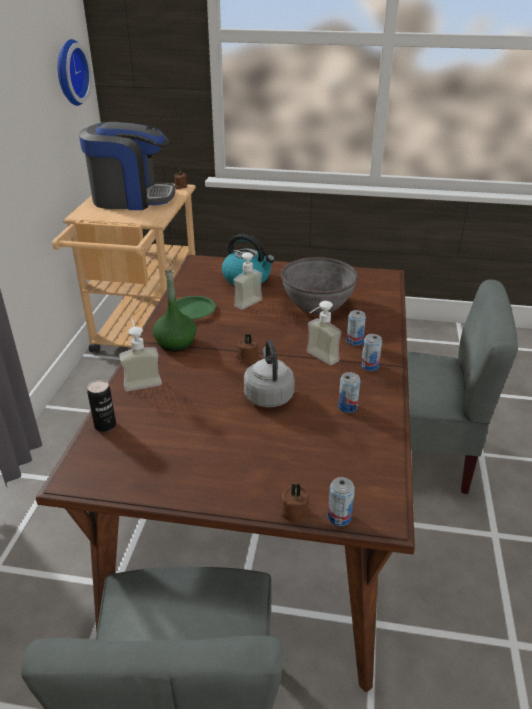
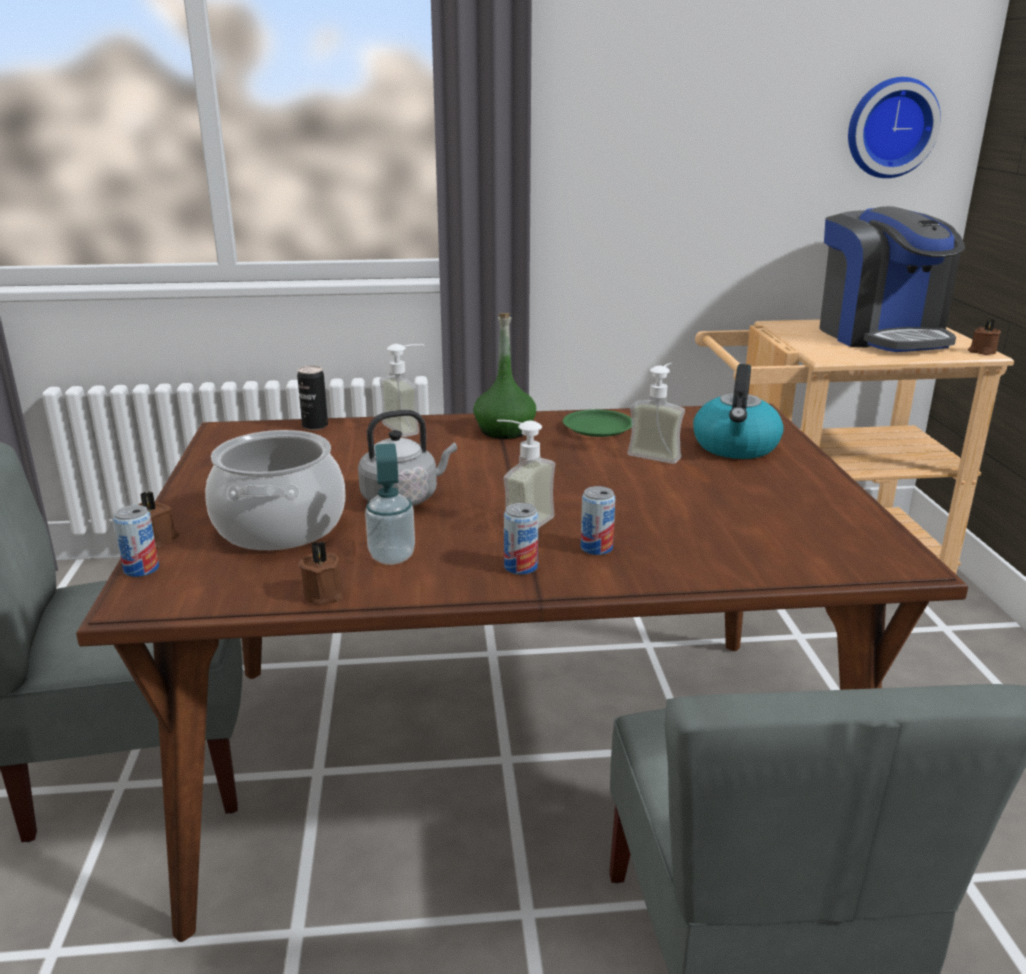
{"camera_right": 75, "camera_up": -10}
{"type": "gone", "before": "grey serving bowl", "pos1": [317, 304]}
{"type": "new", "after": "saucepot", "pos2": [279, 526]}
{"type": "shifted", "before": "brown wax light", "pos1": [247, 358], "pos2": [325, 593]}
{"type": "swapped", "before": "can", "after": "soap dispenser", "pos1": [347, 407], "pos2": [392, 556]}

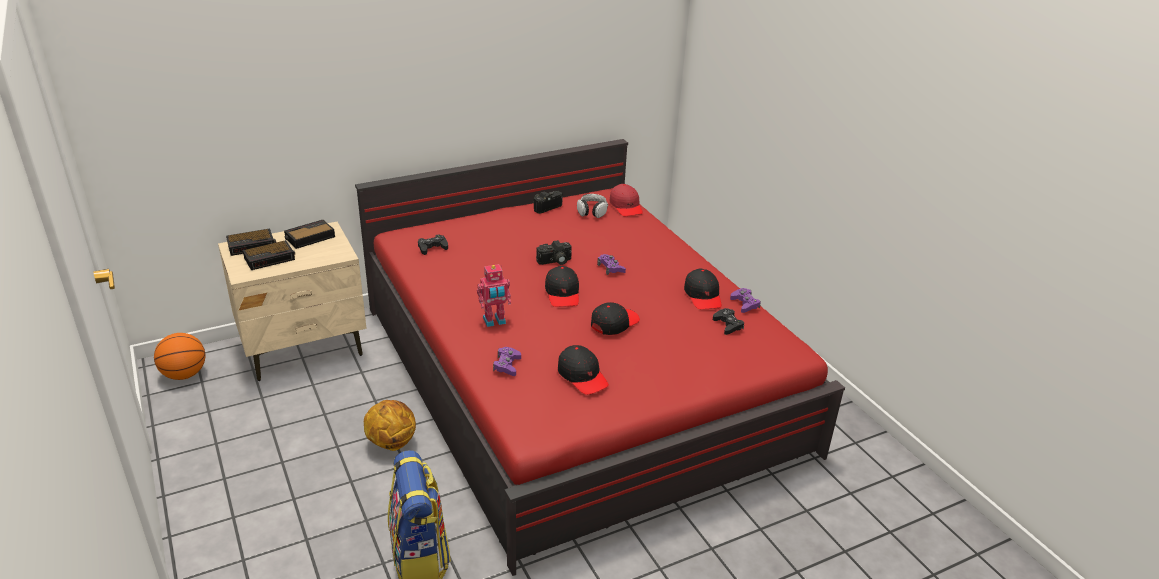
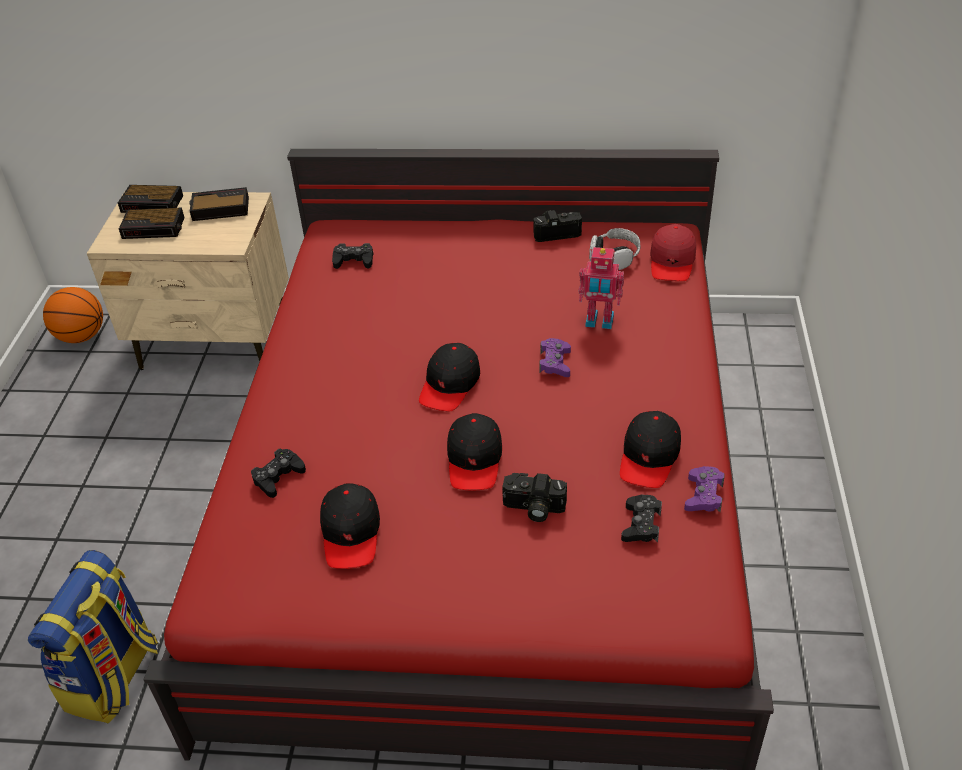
{"camera_right": 35, "camera_up": 10}
{"type": "gone", "before": "basketball ball", "pos1": [391, 443]}
{"type": "shifted", "before": "toy robot", "pos1": [494, 321], "pos2": [599, 322]}
{"type": "shifted", "before": "still camera", "pos1": [555, 261], "pos2": [533, 508]}
{"type": "repainted", "before": "purple-coloured game controller", "after": "black game controller", "pos1": [507, 365], "pos2": [278, 477]}
{"type": "rotated", "before": "black baseball cap", "pos1": [614, 323], "pos2": [474, 460], "turn": 105}

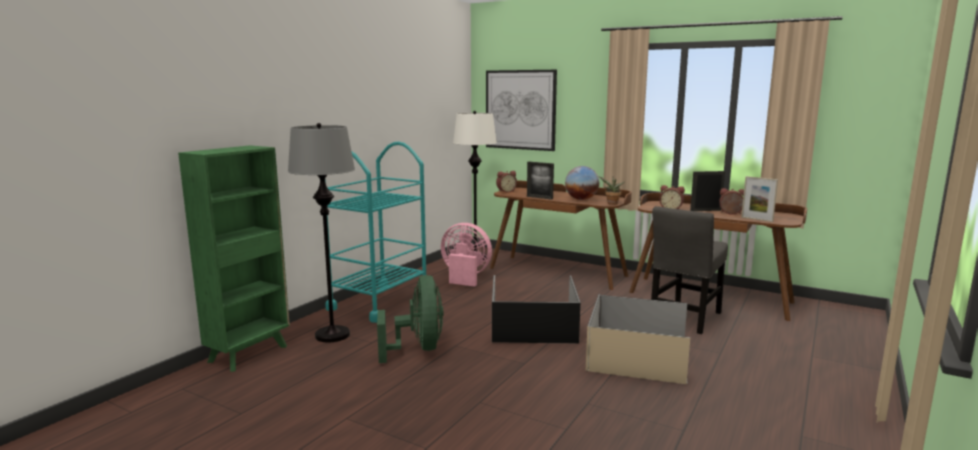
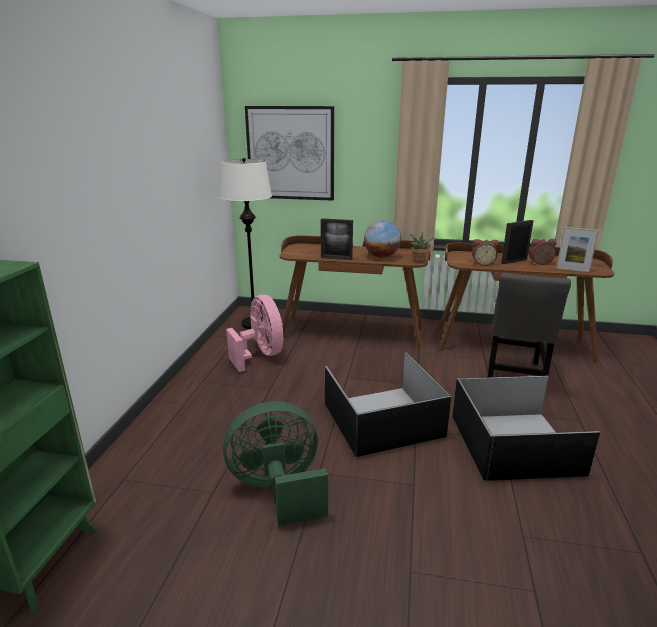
{"camera_right": -20, "camera_up": 10}
{"type": "gone", "before": "grey standard lamp", "pos1": [332, 335]}
{"type": "gone", "before": "turquoise-coloured wheeled cart", "pos1": [379, 302]}
{"type": "gone", "before": "bedside clock", "pos1": [506, 191]}
{"type": "repainted", "before": "beige-coloured storage container", "after": "black storage container", "pos1": [637, 357], "pos2": [515, 445]}
{"type": "rotated", "before": "greenish electric fan", "pos1": [418, 349], "pos2": [278, 490], "turn": -75}
{"type": "rotated", "before": "pink electric fan", "pos1": [465, 277], "pos2": [261, 355], "turn": 60}

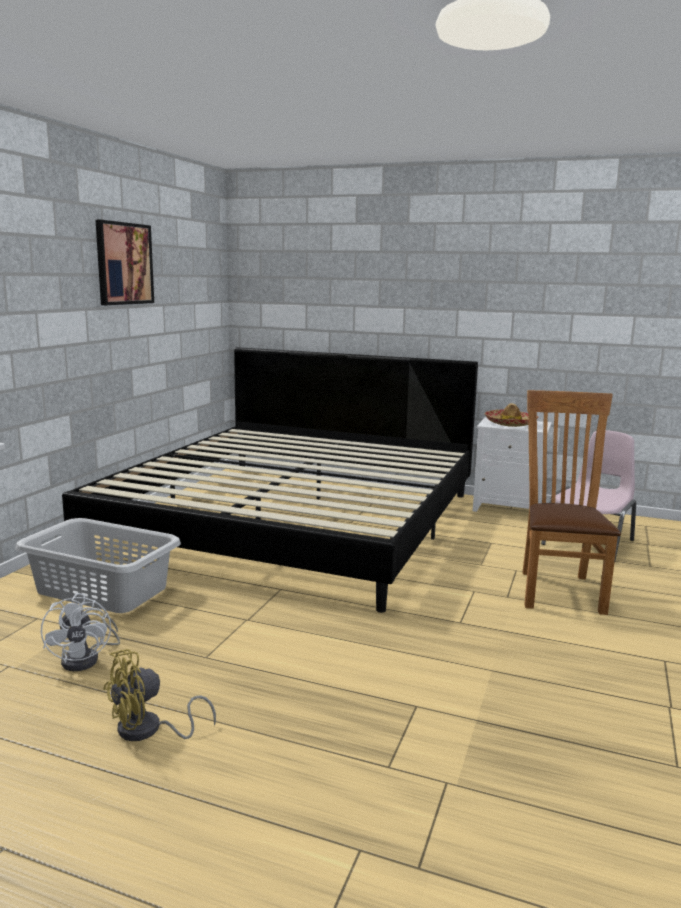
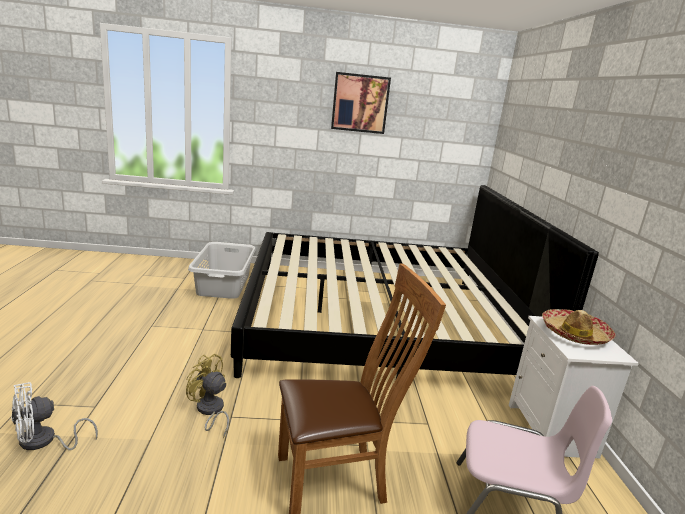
{"camera_right": 65, "camera_up": 5}
{"type": "shifted", "before": "whitish electric fan", "pos1": [87, 659], "pos2": [44, 442]}
{"type": "shifted", "before": "yellowish electric fan", "pos1": [148, 731], "pos2": [209, 411]}

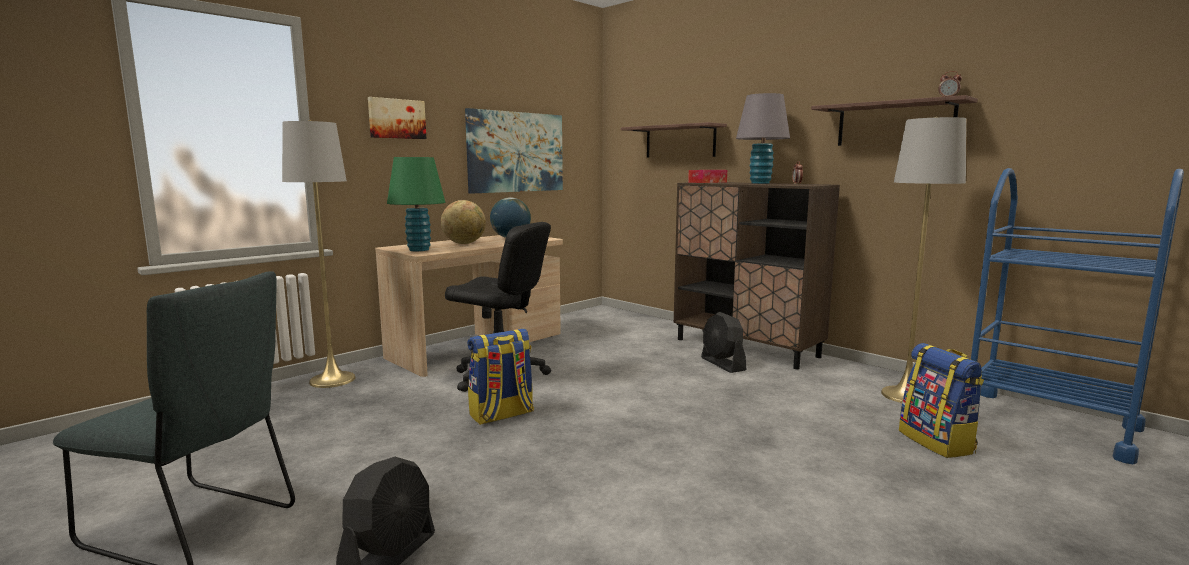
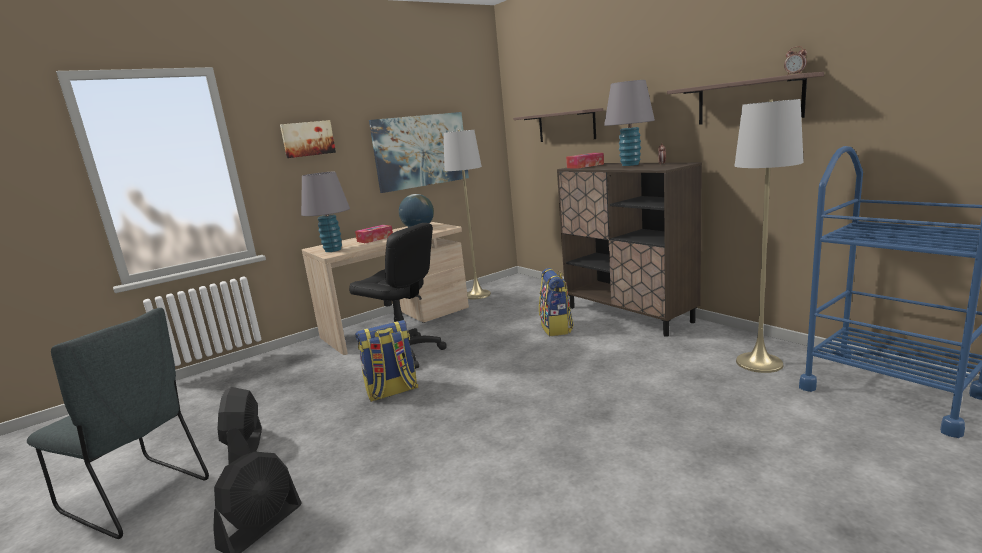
{"camera_right": 10, "camera_up": 5}
{"type": "shifted", "before": "grey standard lamp", "pos1": [332, 380], "pos2": [477, 294]}
{"type": "shifted", "before": "black electric fan", "pos1": [723, 364], "pos2": [246, 447]}
{"type": "shifted", "before": "knapsack", "pos1": [937, 442], "pos2": [556, 328]}
{"type": "swapped", "before": "world globe", "after": "tissue holder", "pos1": [464, 243], "pos2": [375, 239]}
{"type": "repainted", "before": "greenish table lamp", "after": "grey table lamp", "pos1": [419, 250], "pos2": [333, 250]}

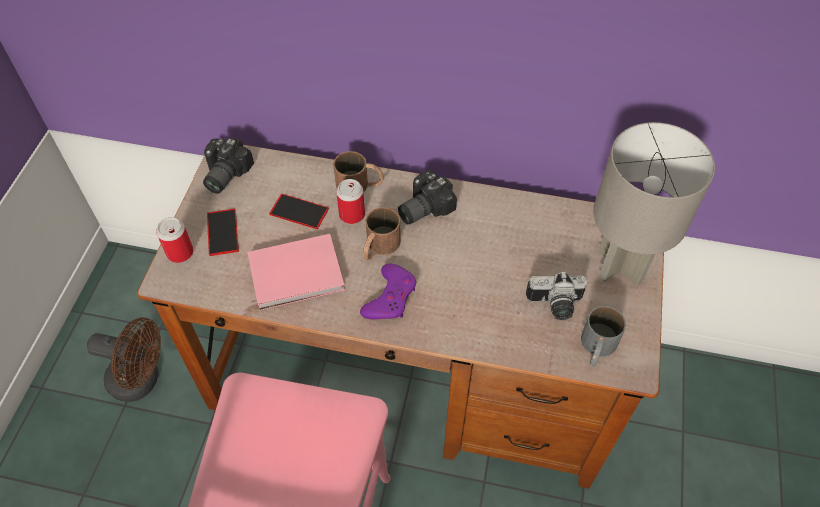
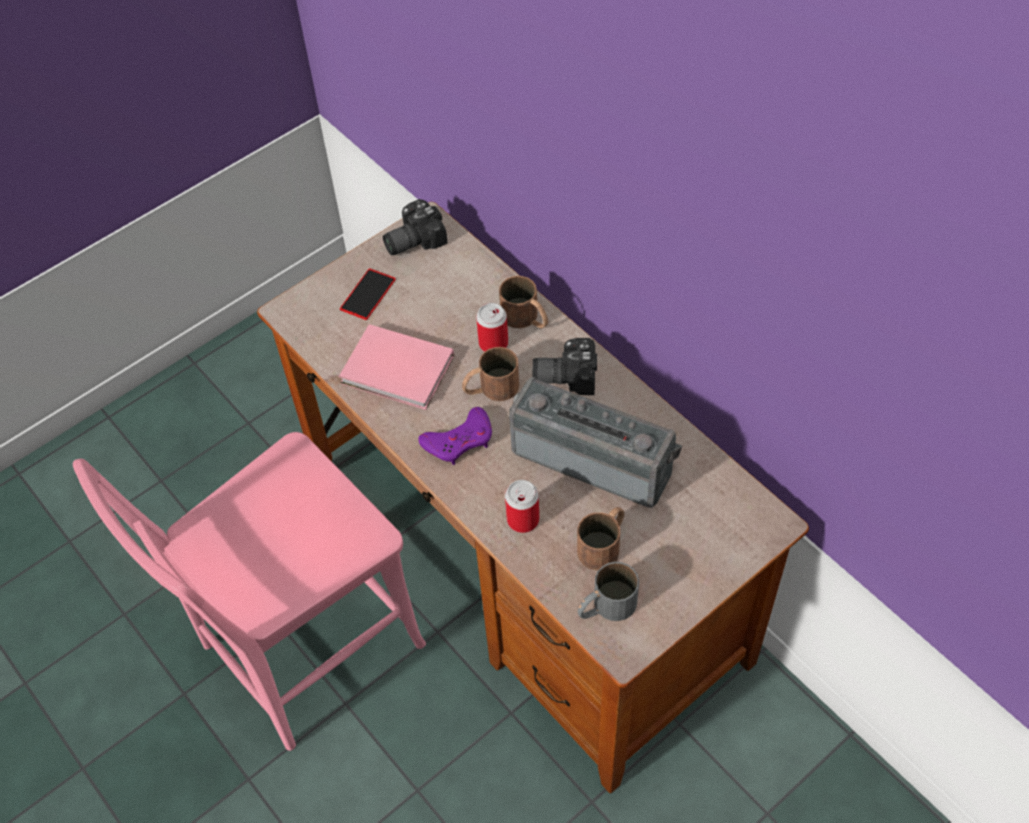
{"camera_right": 40, "camera_up": 0}
{"type": "gone", "before": "brown electric fan", "pos1": [142, 380]}
{"type": "gone", "before": "telephone", "pos1": [299, 211]}
{"type": "gone", "before": "grey table lamp", "pos1": [621, 266]}
{"type": "new", "after": "radio receiver", "pos2": [595, 457]}
{"type": "shifted", "before": "can", "pos1": [180, 253], "pos2": [523, 519]}
{"type": "swapped", "before": "still camera", "after": "brown coffee mug", "pos1": [555, 306], "pos2": [604, 543]}

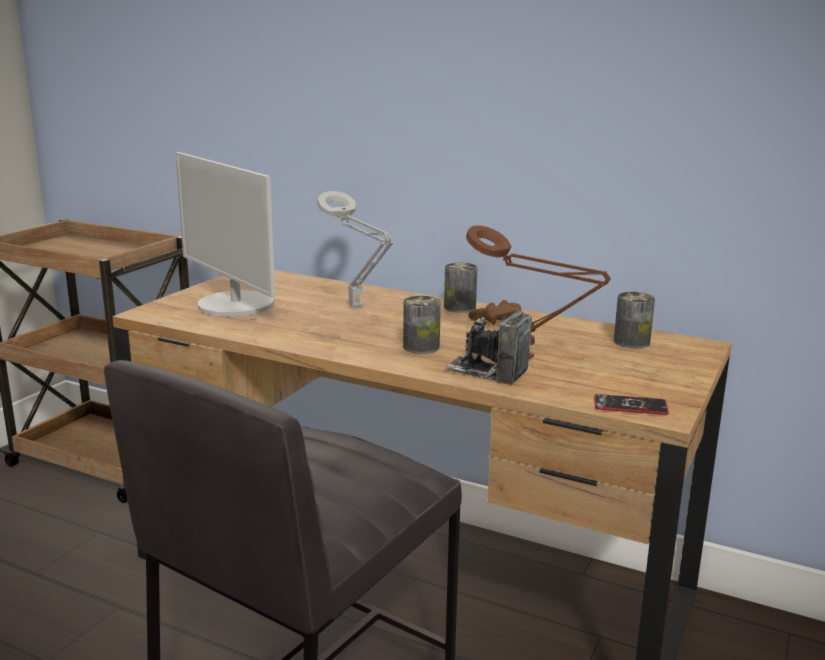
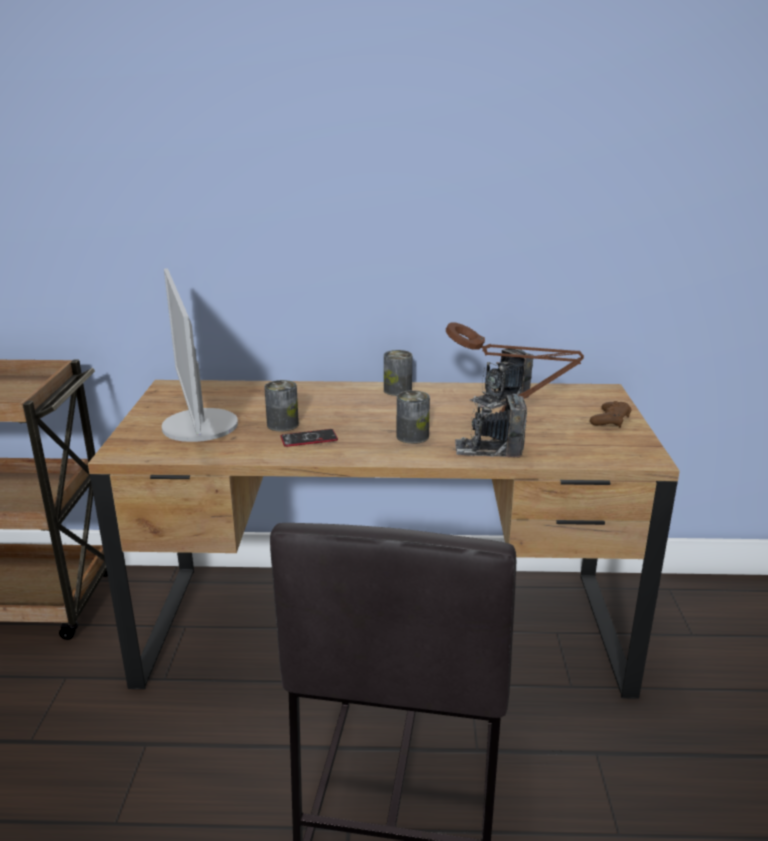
{"camera_right": -25, "camera_up": 5}
{"type": "gone", "before": "grey table lamp", "pos1": [358, 308]}
{"type": "new", "after": "still camera", "pos2": [500, 398]}
{"type": "shifted", "before": "brown game controller", "pos1": [496, 319], "pos2": [610, 420]}
{"type": "shifted", "before": "telephone", "pos1": [630, 406], "pos2": [309, 439]}
{"type": "shifted", "before": "can", "pos1": [631, 342], "pos2": [282, 424]}
{"type": "rotated", "before": "computer display", "pos1": [235, 305], "pos2": [199, 426], "turn": 45}

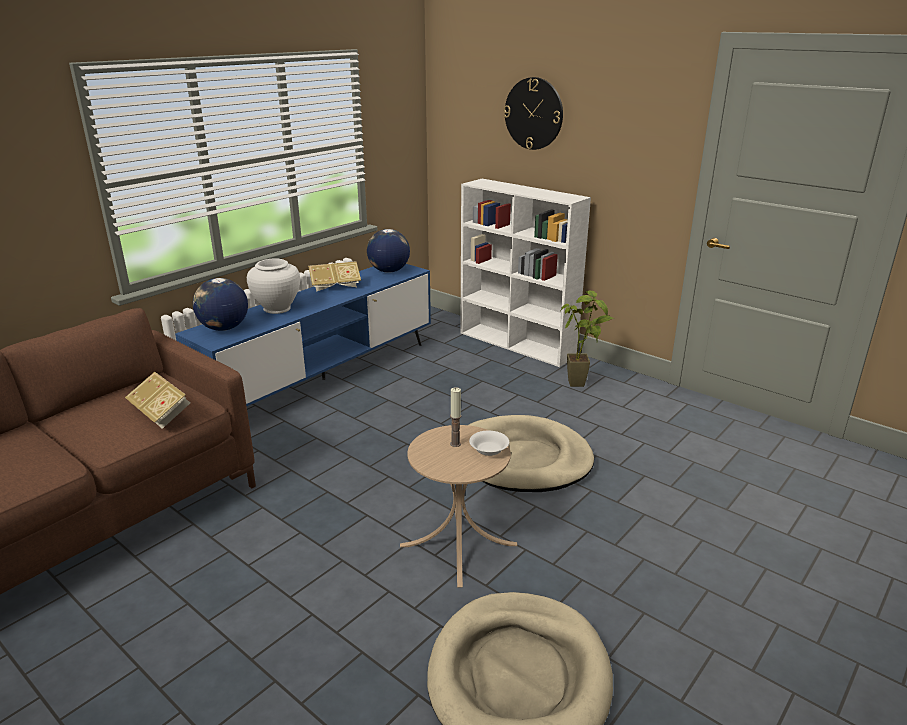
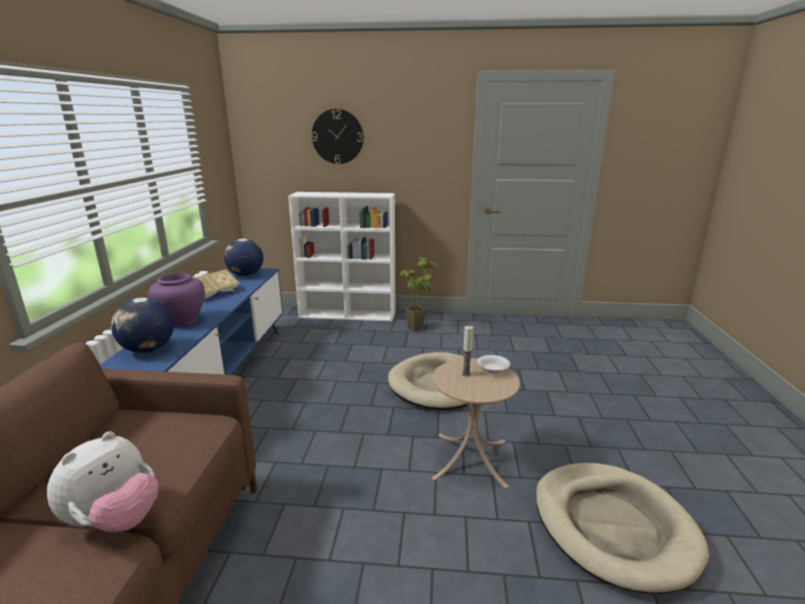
{"camera_right": -35, "camera_up": -5}
{"type": "gone", "before": "volume", "pos1": [161, 413]}
{"type": "new", "after": "soft toy", "pos2": [115, 520]}
{"type": "repainted", "before": "whitish decorative vase", "after": "purple-coloured decorative vase", "pos1": [277, 309], "pos2": [182, 322]}

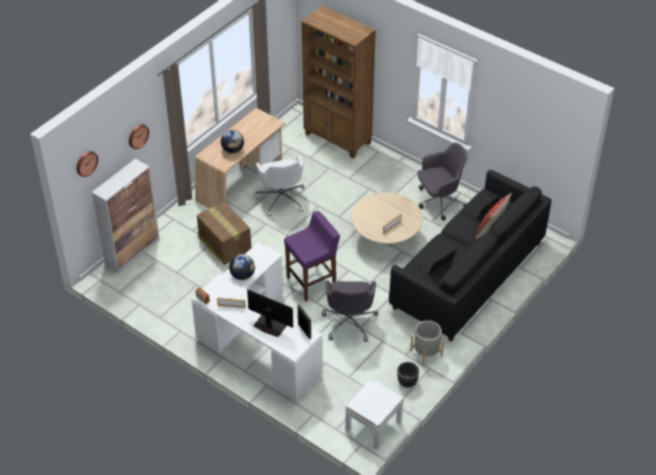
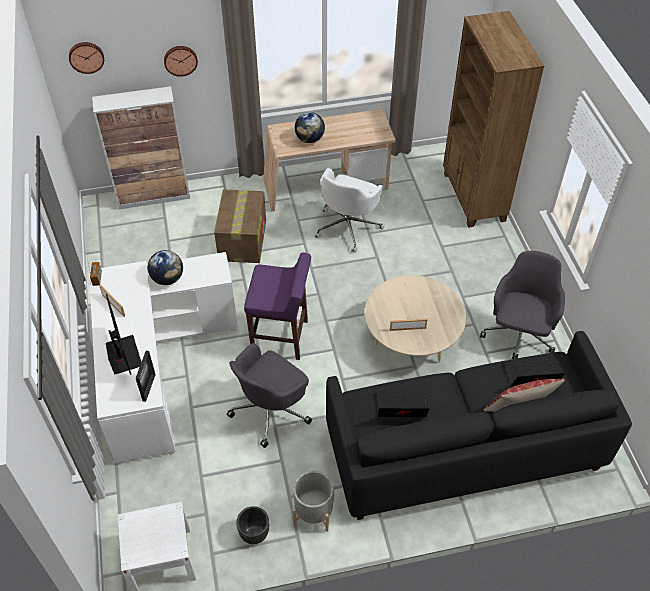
{"camera_right": 40, "camera_up": 5}
{"type": "rotated", "before": "grey office chair", "pos1": [439, 201], "pos2": [519, 335], "turn": -90}

